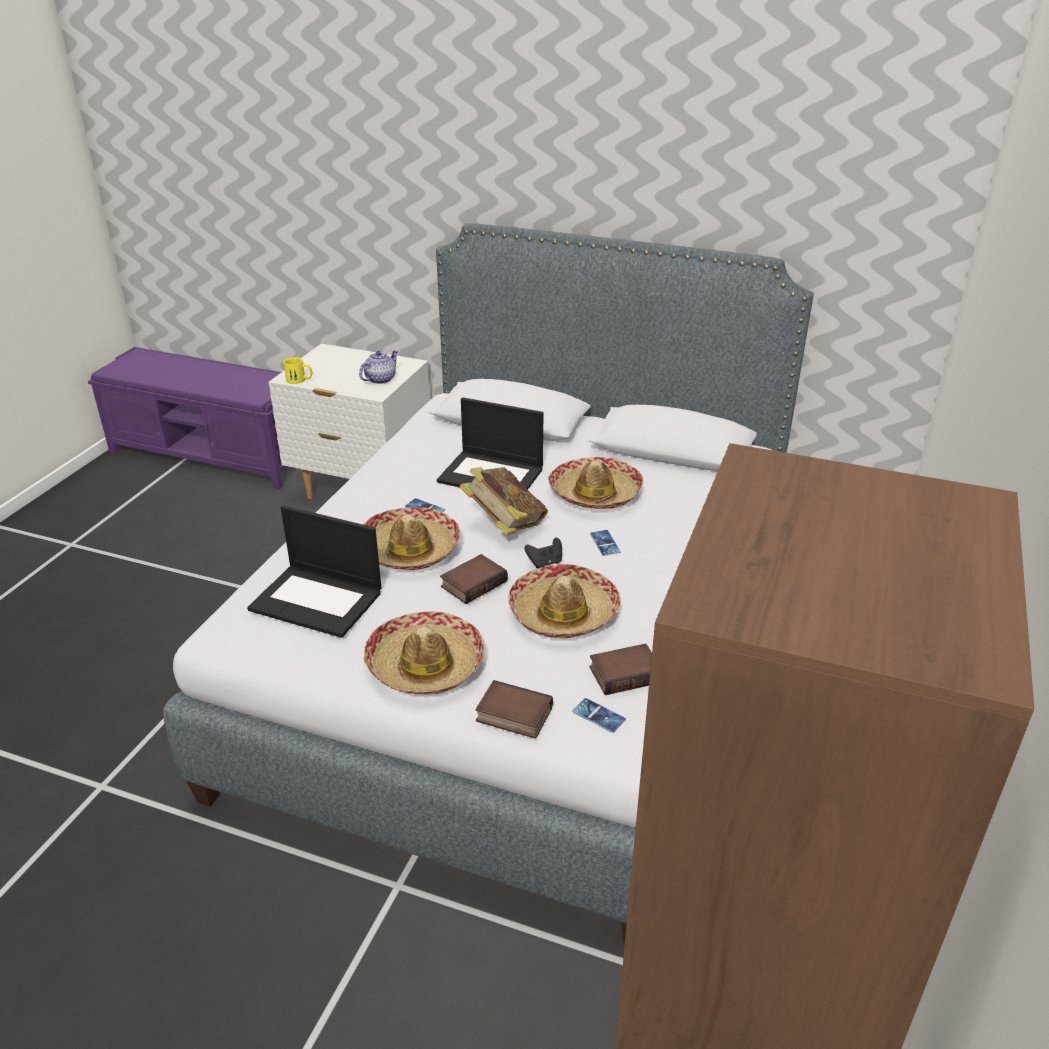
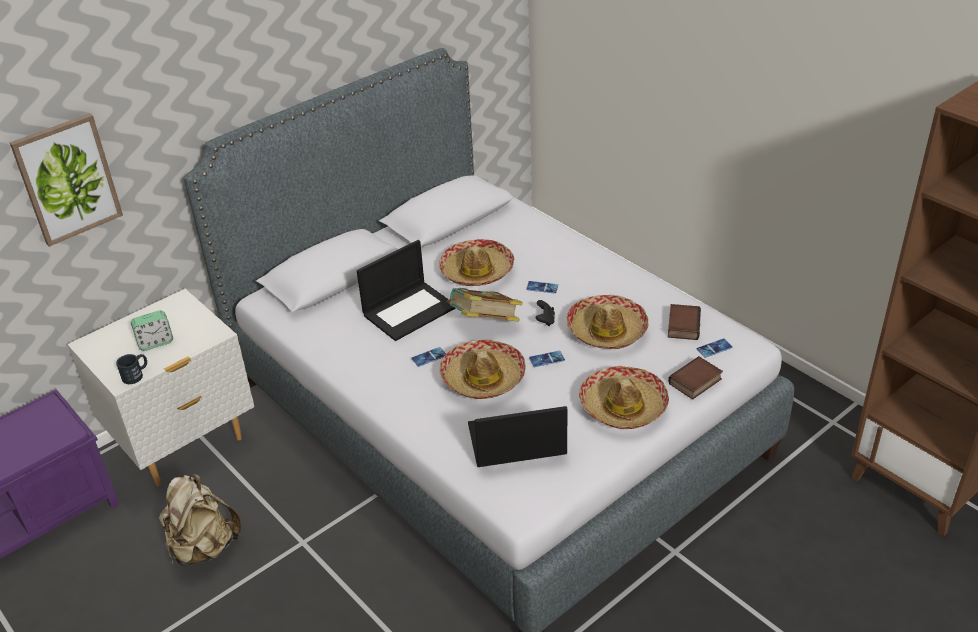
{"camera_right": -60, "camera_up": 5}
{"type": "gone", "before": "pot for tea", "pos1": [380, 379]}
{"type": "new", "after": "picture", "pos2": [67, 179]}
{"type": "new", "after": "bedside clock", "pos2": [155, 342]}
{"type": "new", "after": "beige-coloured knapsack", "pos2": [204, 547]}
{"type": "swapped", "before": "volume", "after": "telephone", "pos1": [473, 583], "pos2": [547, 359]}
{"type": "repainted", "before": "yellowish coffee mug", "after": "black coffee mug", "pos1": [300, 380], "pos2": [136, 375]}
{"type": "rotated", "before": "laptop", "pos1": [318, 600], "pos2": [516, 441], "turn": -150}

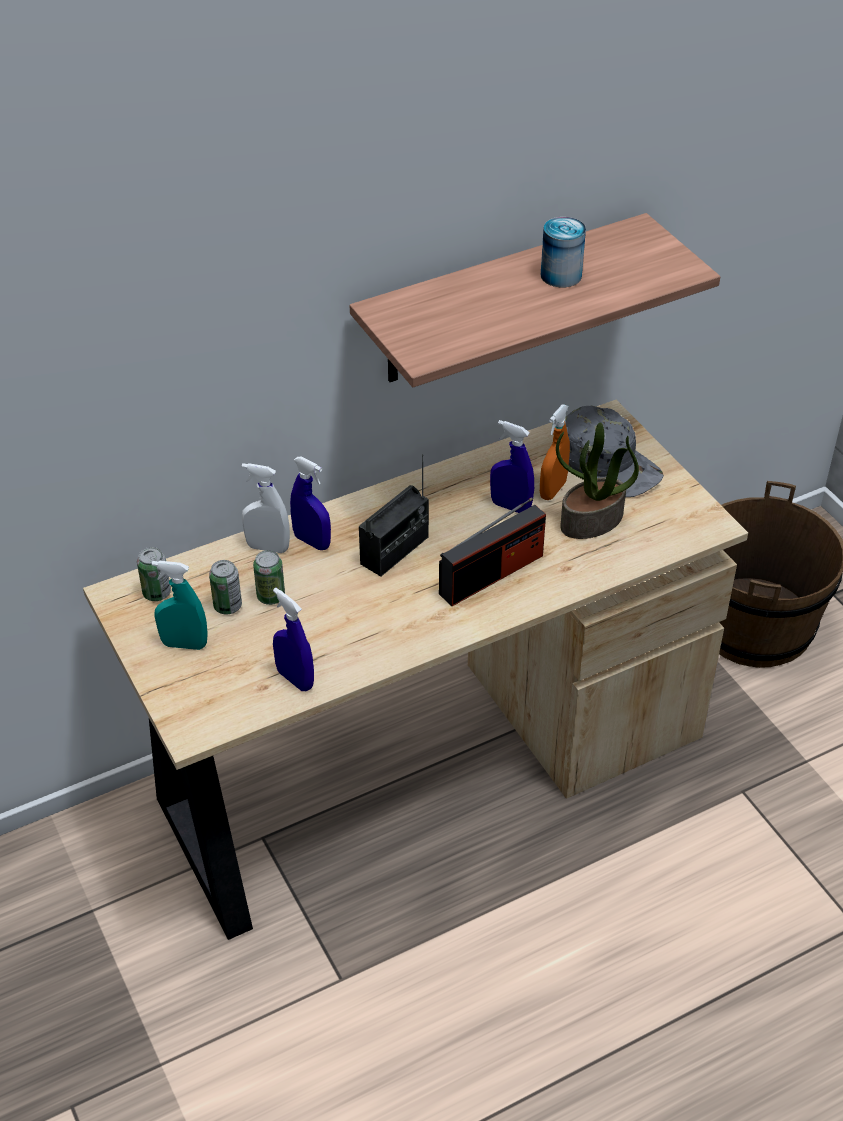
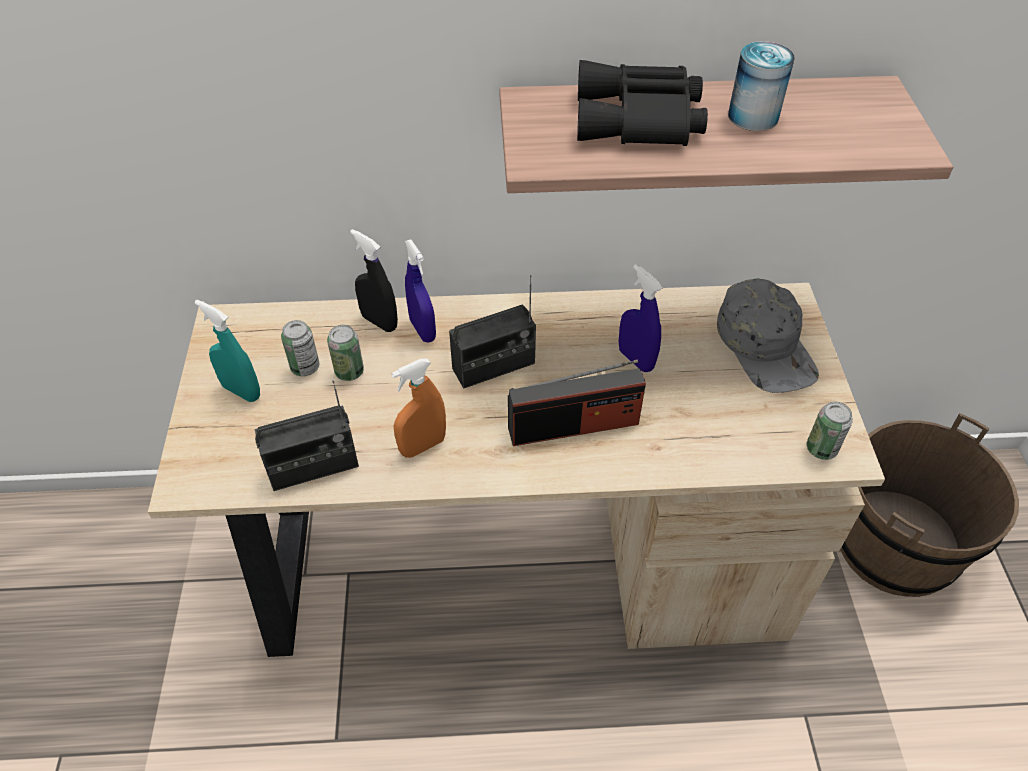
{"camera_right": 25, "camera_up": 5}
{"type": "gone", "before": "houseplant", "pos1": [591, 522]}
{"type": "new", "after": "black field glasses", "pos2": [640, 120]}
{"type": "shifted", "before": "can", "pos1": [157, 593], "pos2": [821, 449]}
{"type": "shifted", "before": "orange-coloured hand sprayer", "pos1": [553, 490], "pos2": [423, 446]}
{"type": "swapped", "before": "blue hand sprayer", "after": "radio receiver", "pos1": [295, 679], "pos2": [313, 467]}
{"type": "repainted", "before": "whitish hand sprayer", "after": "black hand sprayer", "pos1": [268, 547], "pos2": [379, 322]}

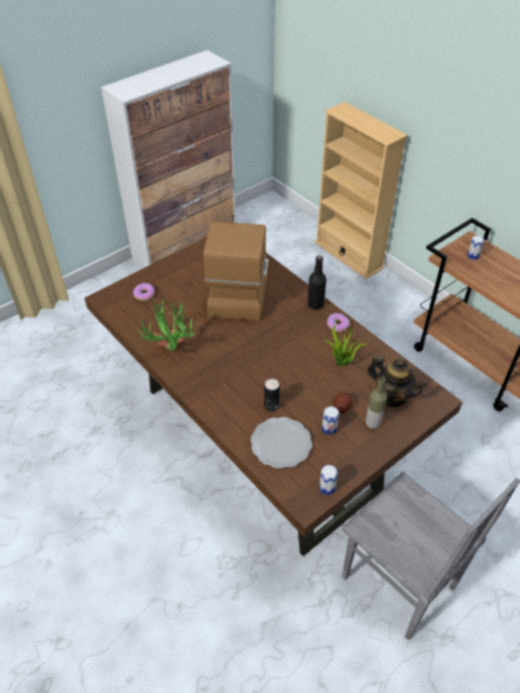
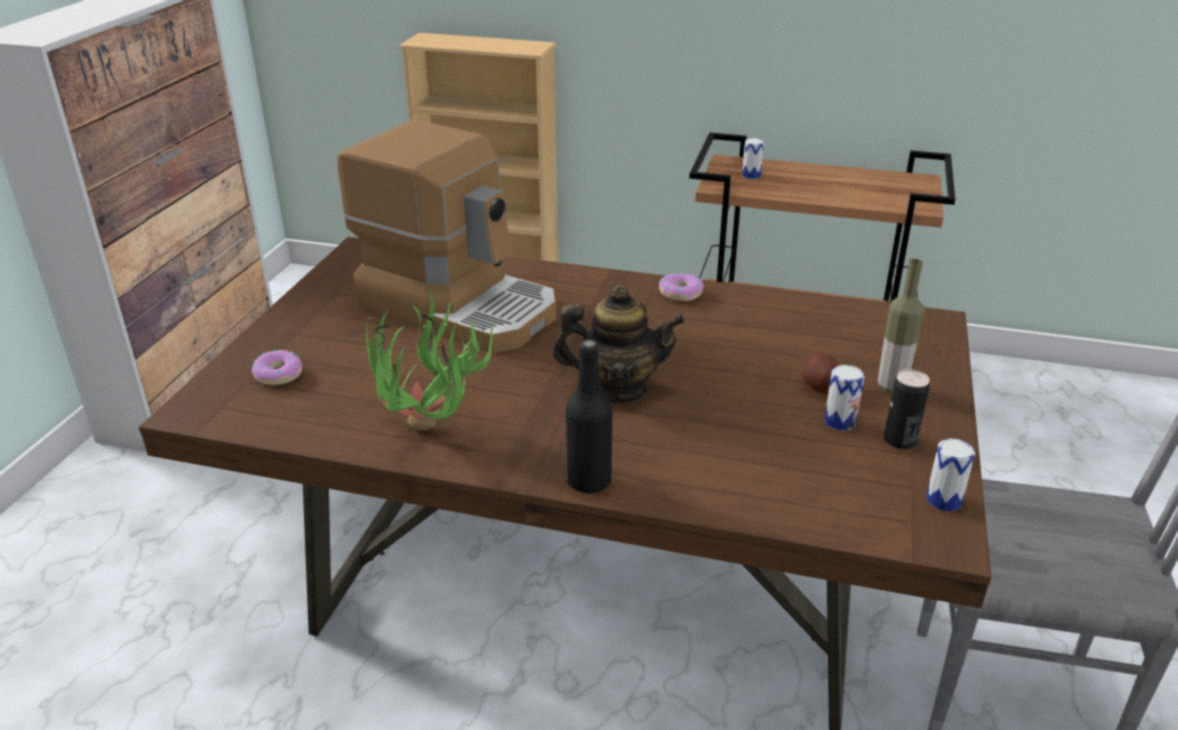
{"camera_right": -35, "camera_up": -15}
{"type": "gone", "before": "dinner plate", "pos1": [281, 443]}
{"type": "gone", "before": "houseplant", "pos1": [341, 363]}
{"type": "shifted", "before": "can", "pos1": [271, 406], "pos2": [900, 440]}
{"type": "shifted", "before": "black drink bottle", "pos1": [315, 304], "pos2": [589, 481]}
{"type": "shifted", "before": "pot for tea", "pos1": [392, 396], "pos2": [617, 388]}
{"type": "rotated", "before": "coffee maker", "pos1": [238, 289], "pos2": [460, 307], "turn": 150}

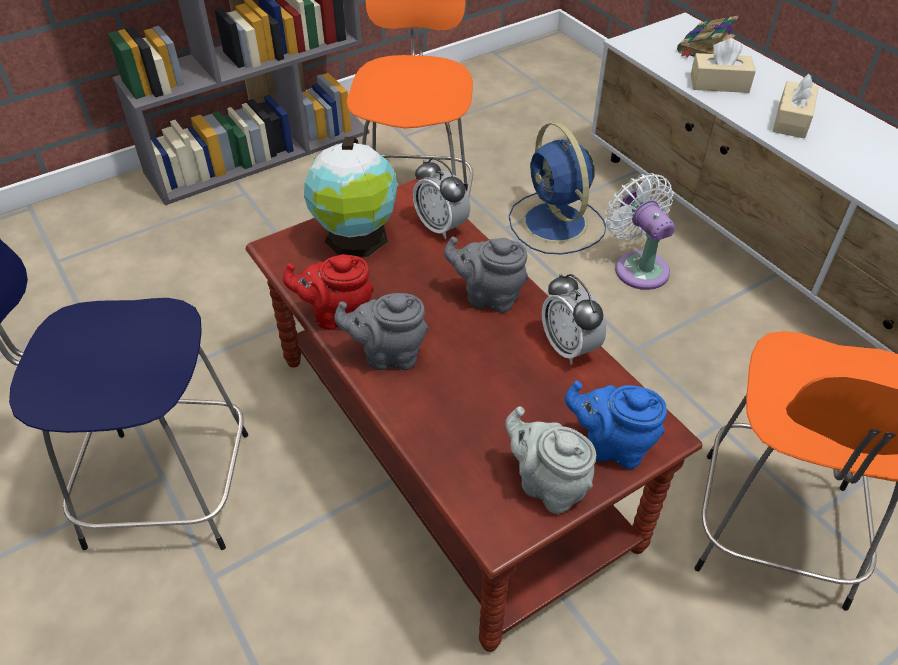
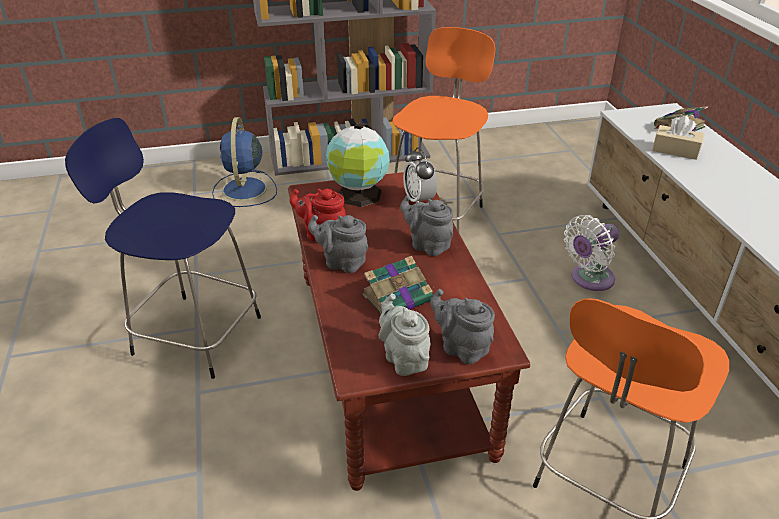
{"camera_right": 20, "camera_up": -10}
{"type": "gone", "before": "bedside clock", "pos1": [569, 347]}
{"type": "gone", "before": "beige-coloured tissue holder", "pos1": [791, 120]}
{"type": "new", "after": "volume", "pos2": [399, 297]}
{"type": "shifted", "before": "blue electric fan", "pos1": [556, 224], "pos2": [244, 190]}
{"type": "repainted", "before": "blue pot for tea", "after": "grey pot for tea", "pos1": [611, 446], "pos2": [462, 348]}
{"type": "rotated", "before": "whitish electric fan", "pos1": [638, 266], "pos2": [589, 279], "turn": -120}

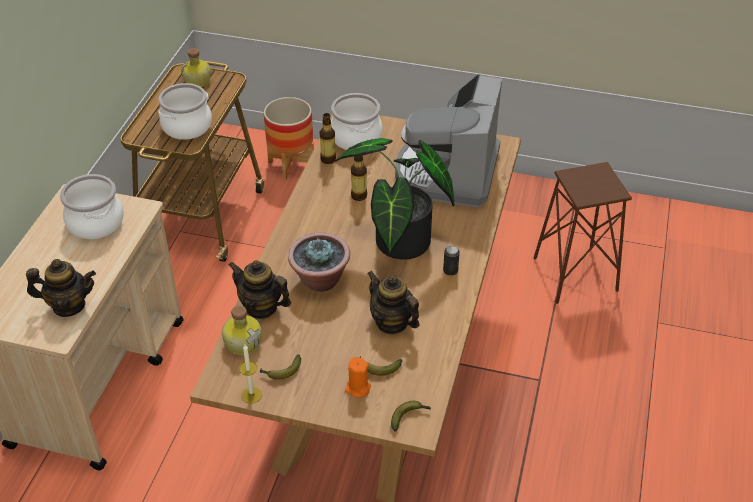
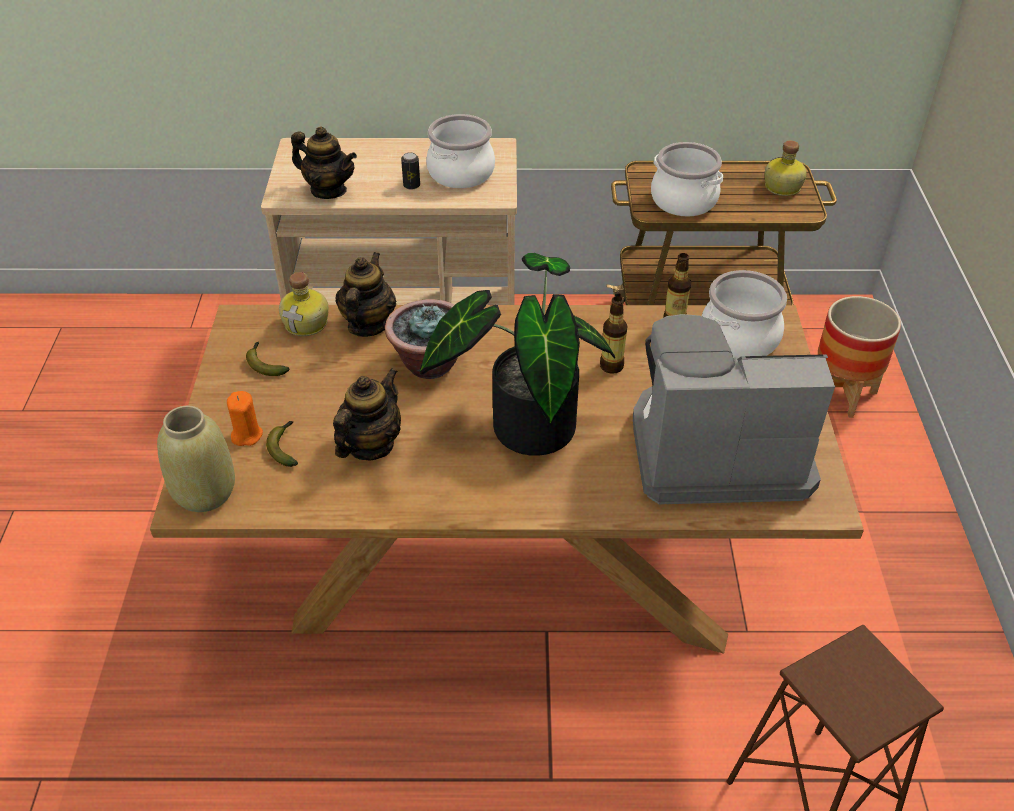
{"camera_right": 75, "camera_up": 0}
{"type": "gone", "before": "wax light", "pos1": [251, 395]}
{"type": "shifted", "before": "can", "pos1": [450, 271], "pos2": [411, 185]}
{"type": "swapped", "before": "banana fruit", "after": "beige-coloured decorative vase", "pos1": [409, 417], "pos2": [204, 492]}
{"type": "rotated", "before": "pot for tea", "pos1": [69, 306], "pos2": [328, 190], "turn": -45}

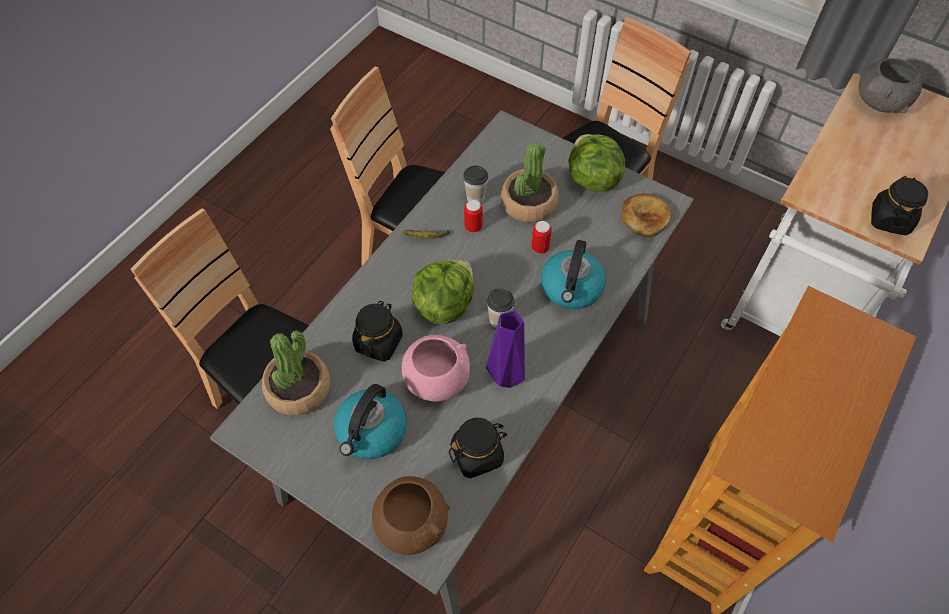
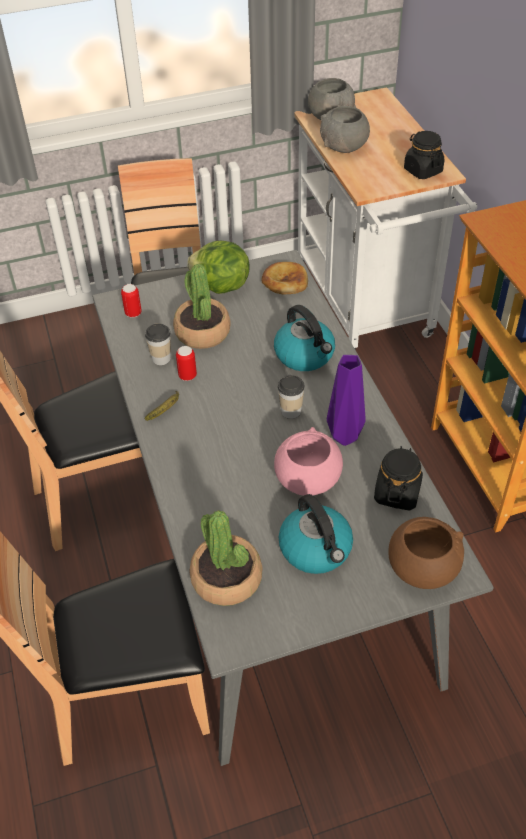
{"camera_right": -50, "camera_up": -10}
{"type": "gone", "before": "black preserve jar", "pos1": [378, 342]}
{"type": "gone", "before": "lettuce", "pos1": [444, 305]}
{"type": "new", "after": "grey serving bowl", "pos2": [344, 147]}
{"type": "shifted", "before": "can", "pos1": [540, 248], "pos2": [133, 313]}

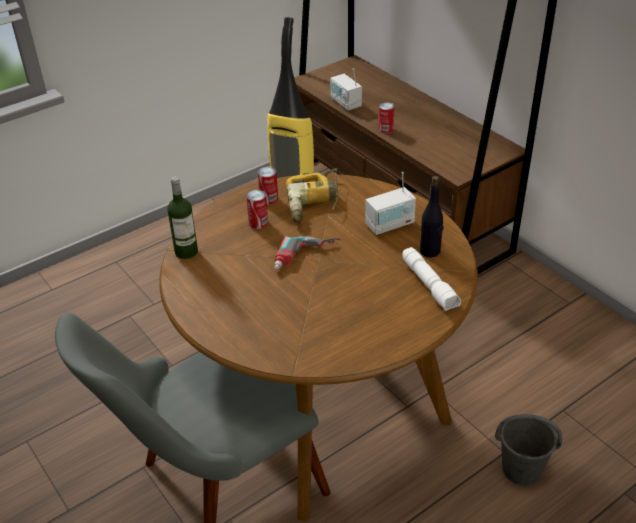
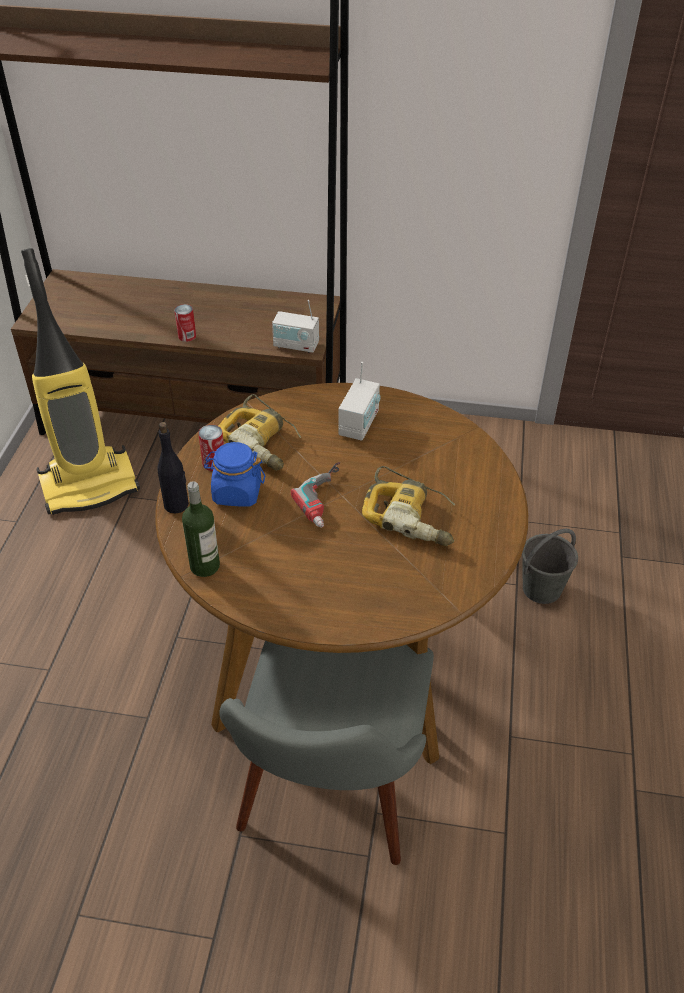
{"camera_right": -45, "camera_up": 5}
{"type": "gone", "before": "whitish torch", "pos1": [430, 285]}
{"type": "new", "after": "drill", "pos2": [411, 515]}
{"type": "shifted", "before": "radio receiver", "pos1": [345, 103], "pos2": [296, 345]}
{"type": "shifted", "before": "black drink bottle", "pos1": [430, 251], "pos2": [176, 505]}
{"type": "swapped", "before": "can", "after": "blue preserve jar", "pos1": [258, 223], "pos2": [236, 493]}

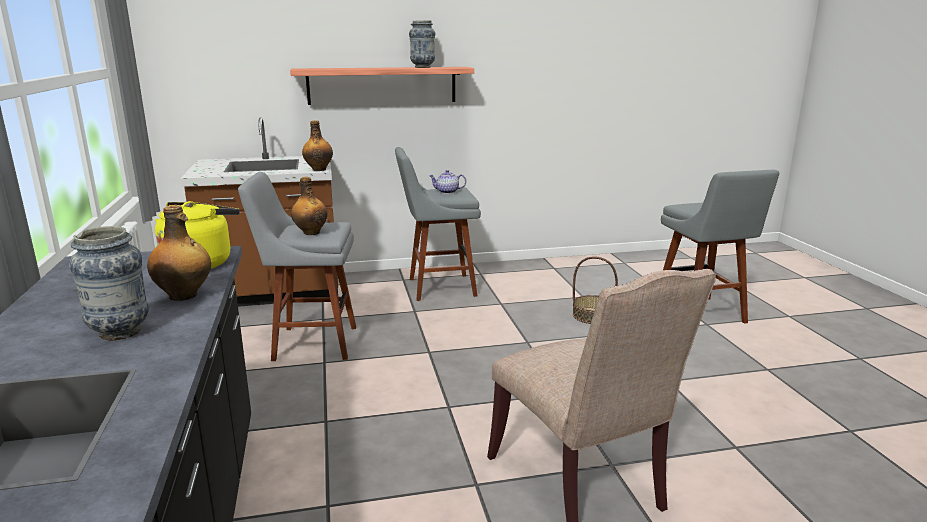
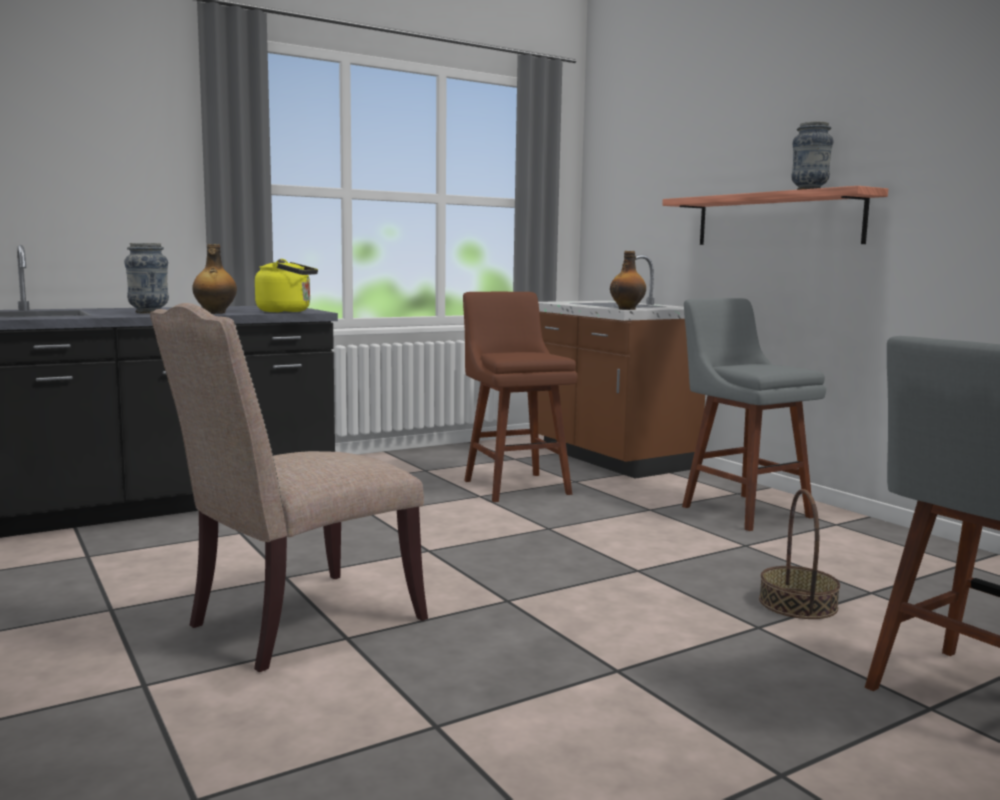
{"camera_right": 70, "camera_up": -10}
{"type": "gone", "before": "drink bottle", "pos1": [311, 232]}
{"type": "gone", "before": "pot for tea", "pos1": [447, 192]}
{"type": "repainted", "before": "grey stool", "after": "brown stool", "pos1": [310, 343], "pos2": [514, 486]}

